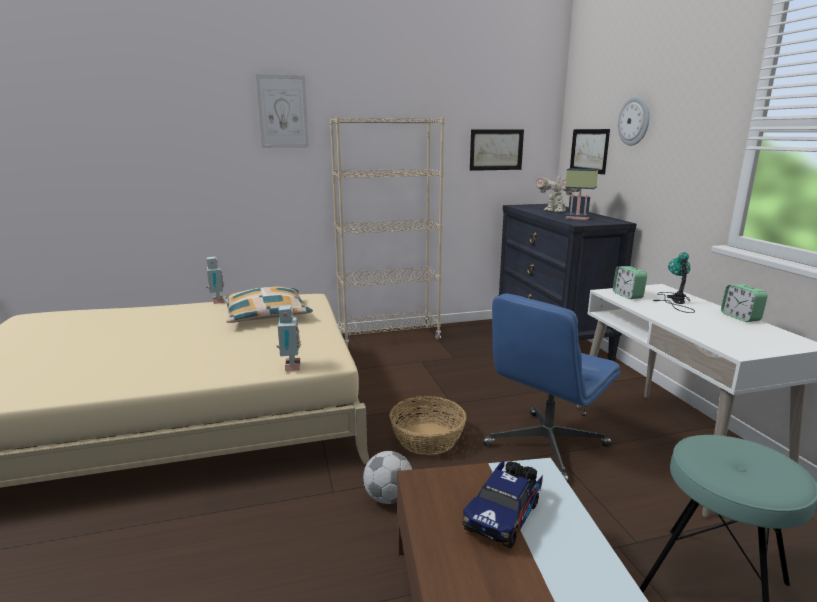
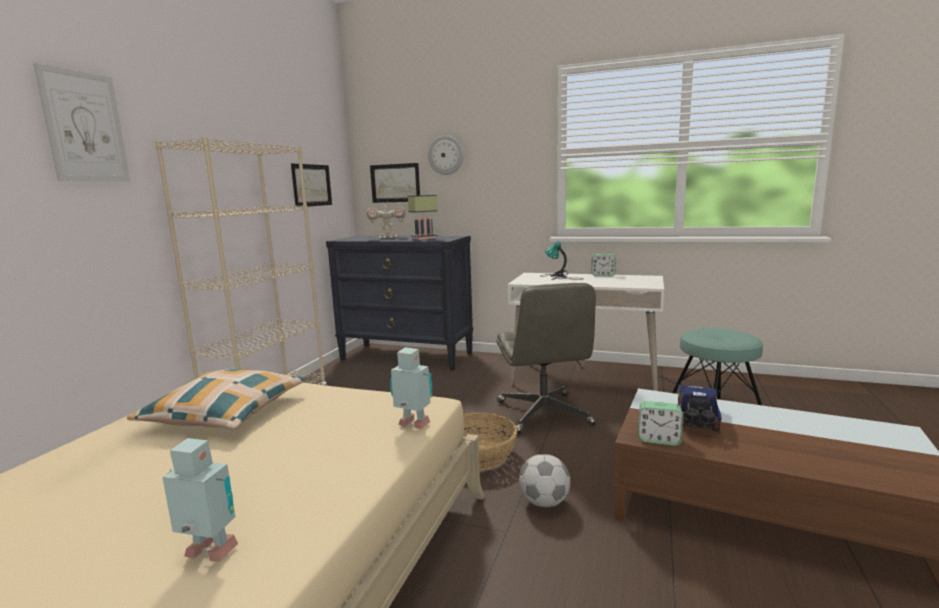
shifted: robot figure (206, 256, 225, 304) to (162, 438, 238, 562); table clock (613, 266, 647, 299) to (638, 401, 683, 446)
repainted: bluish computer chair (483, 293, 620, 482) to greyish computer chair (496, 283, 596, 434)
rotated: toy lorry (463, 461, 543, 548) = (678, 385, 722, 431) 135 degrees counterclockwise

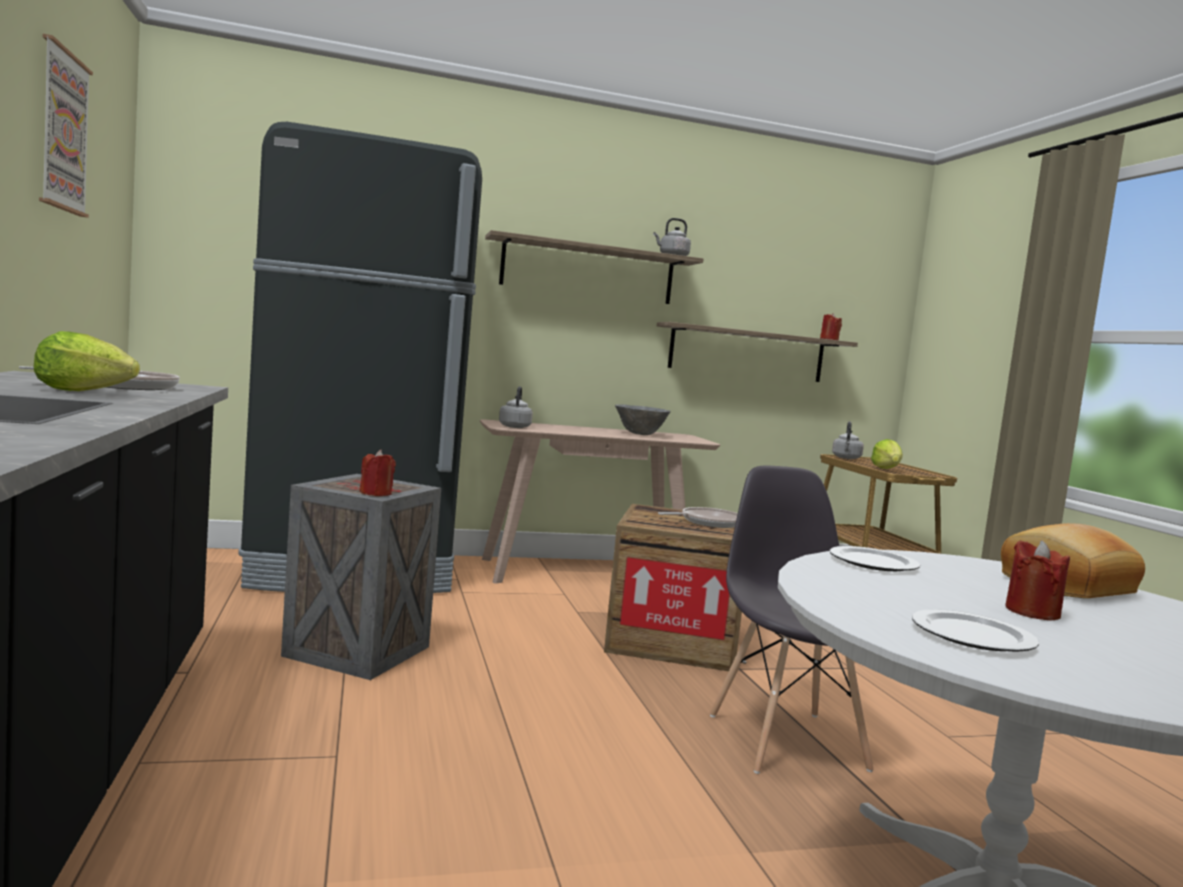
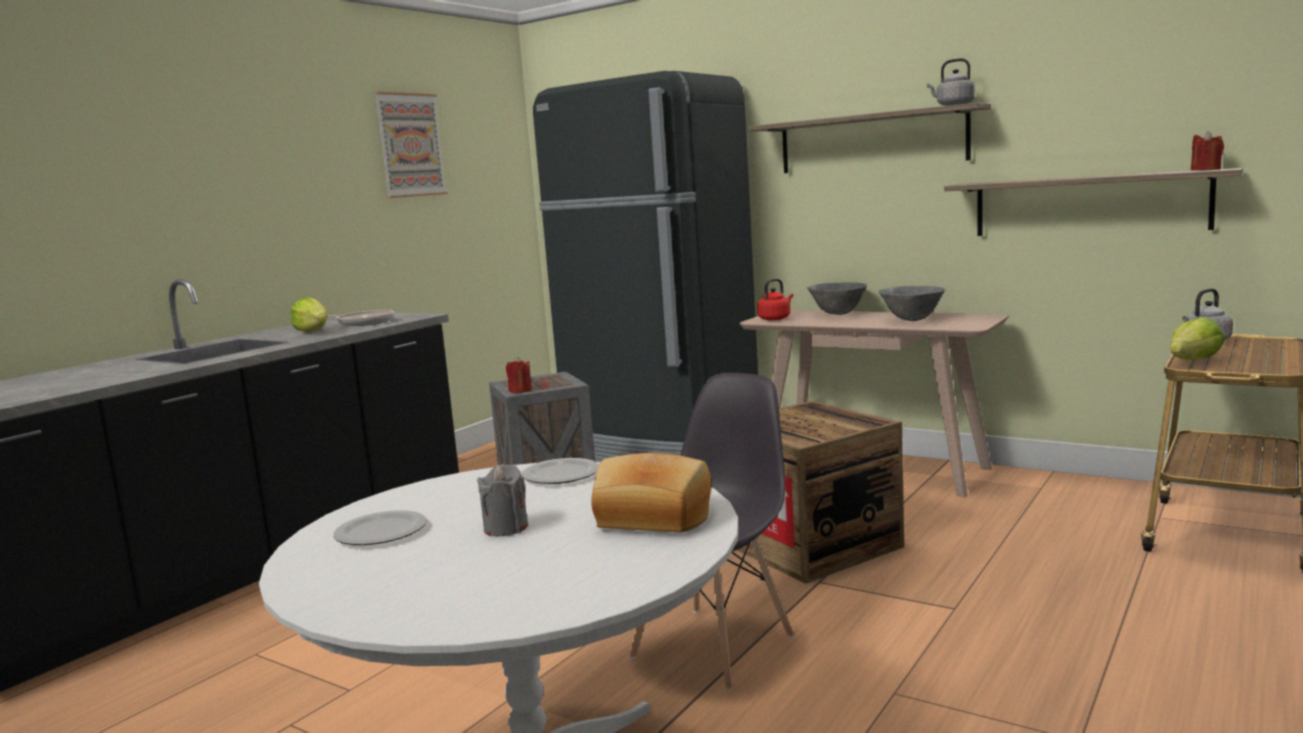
gone: skillet (658, 507, 738, 528)
new: greyish bowl (807, 282, 867, 315)
repainted: greyish kettle (499, 386, 533, 428) to red kettle (757, 279, 793, 321); red candle (1005, 540, 1070, 621) to greyish candle (477, 464, 528, 536)

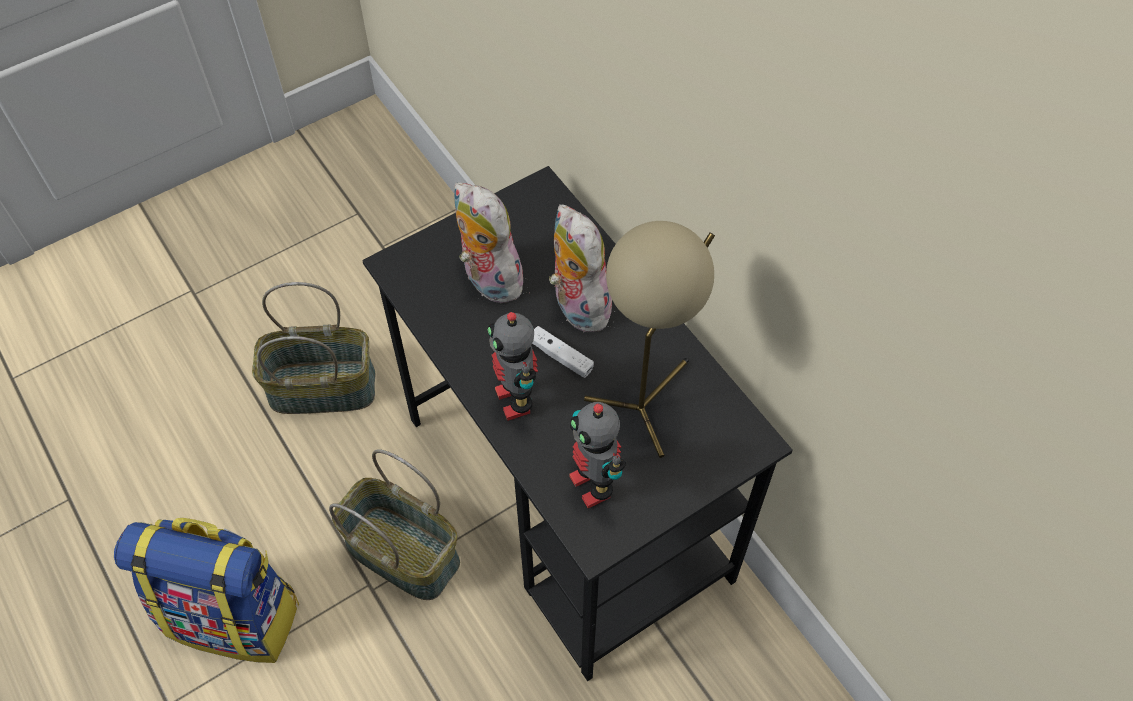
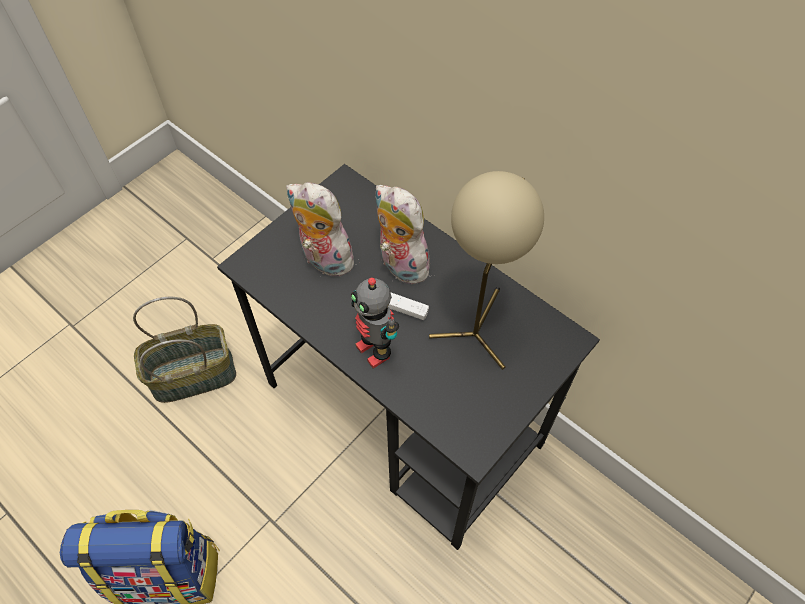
gone: robot figure (569, 402, 626, 508); basket (329, 449, 460, 600)

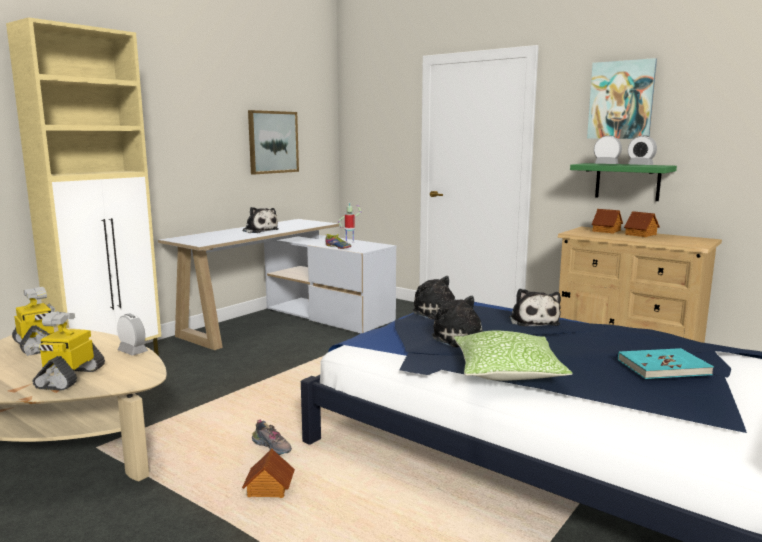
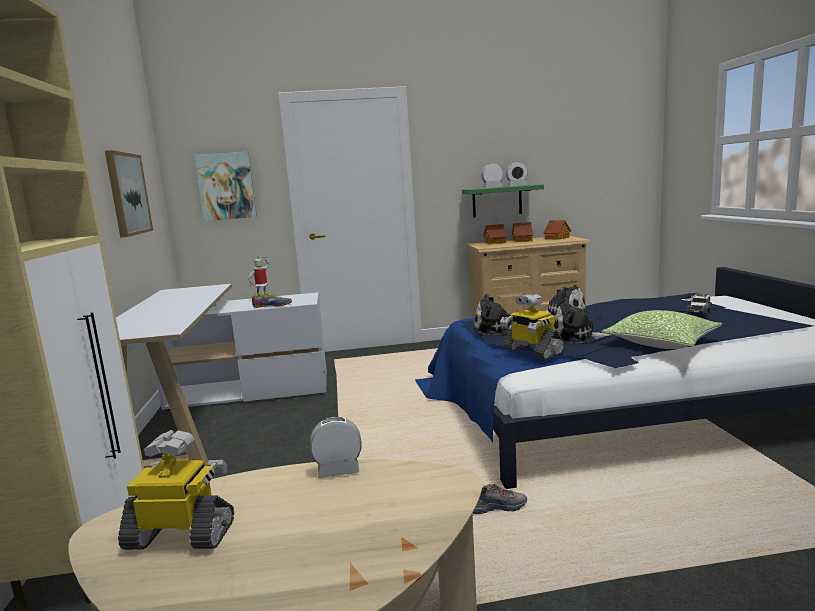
gone: soft toy (243, 207, 279, 233)
shifted: picture (587, 58, 657, 139) to (194, 152, 257, 221); robot figure (25, 312, 105, 391) to (500, 294, 565, 360); toy house (242, 449, 295, 498) to (543, 220, 571, 240)
swapped: turquoise book (618, 348, 714, 379) to miniature car (687, 293, 712, 316)

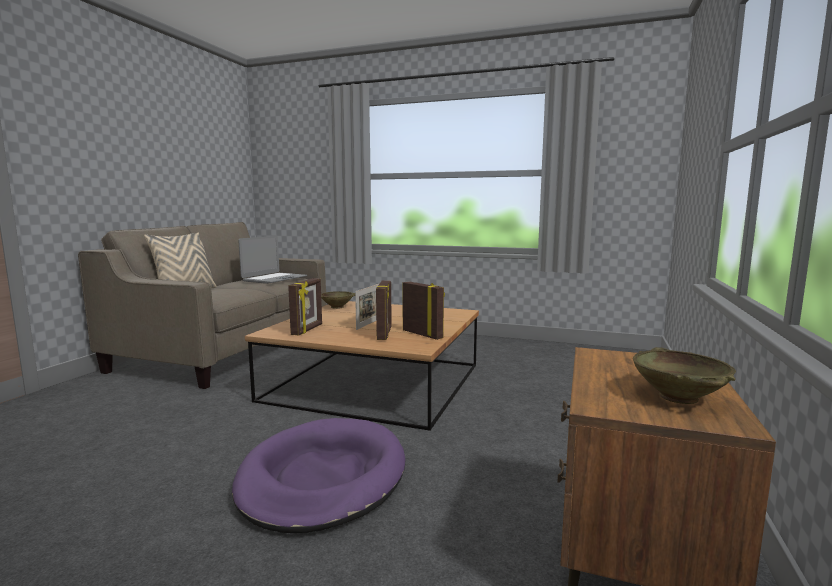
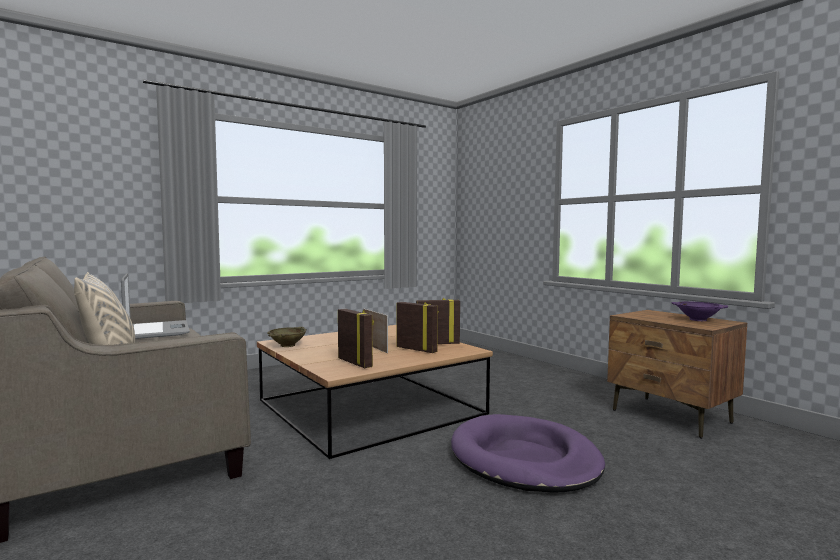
repainted: beige-coloured bowl (633, 347, 736, 404) to purplish bowl (672, 301, 728, 321)

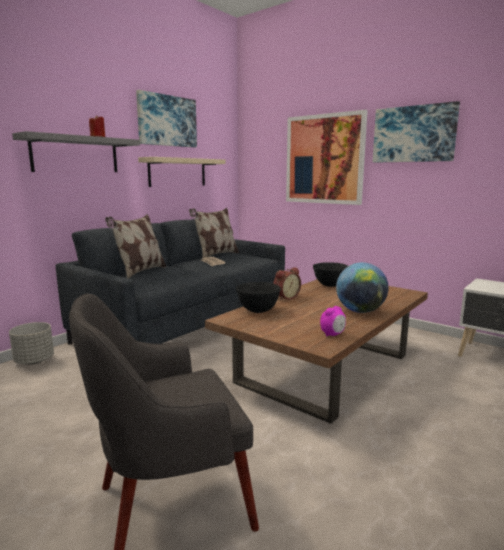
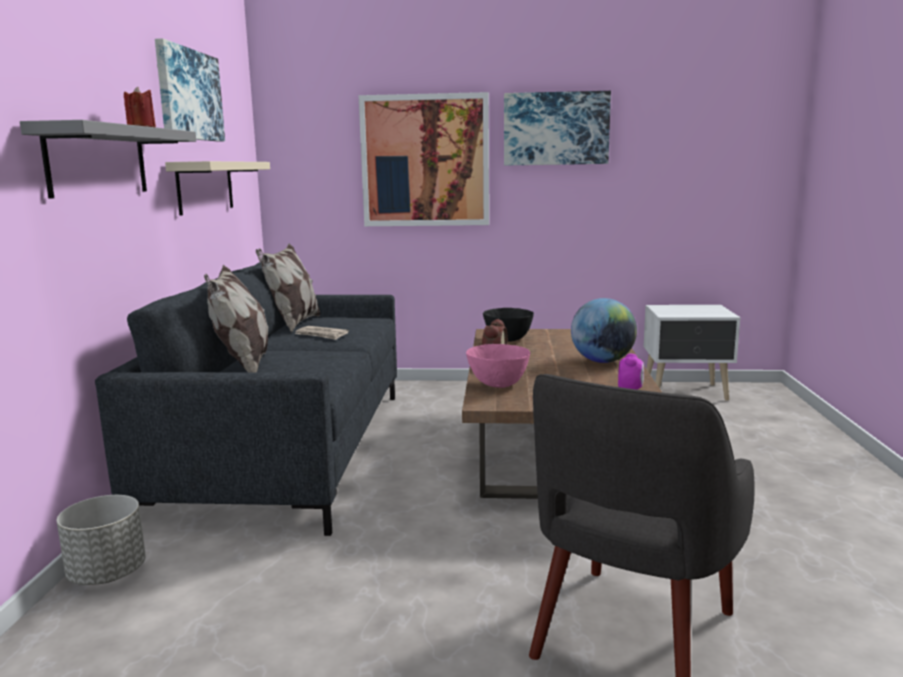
repainted: blackish bowl (236, 282, 281, 313) to pink-coloured bowl (466, 344, 530, 388)

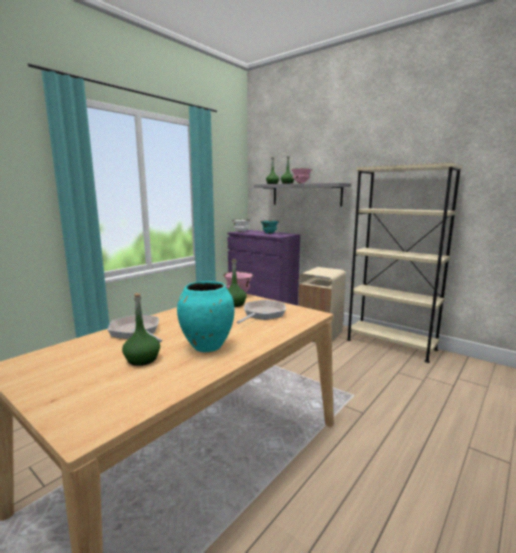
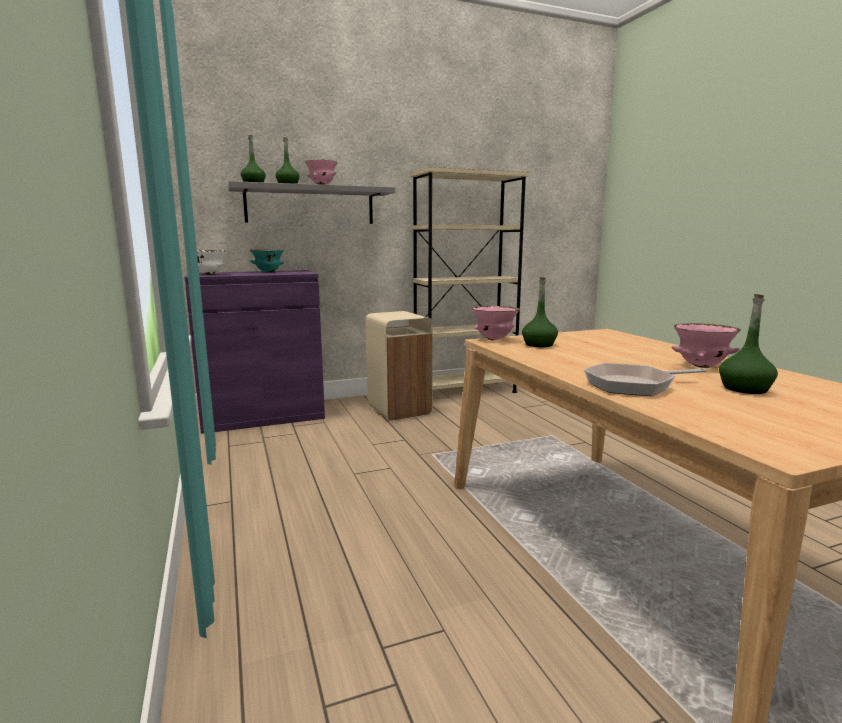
gone: skillet (237, 300, 286, 324)
swapped: turquoise decorative vase (177, 281, 234, 352) to pink-coloured bowl (672, 323, 741, 368)

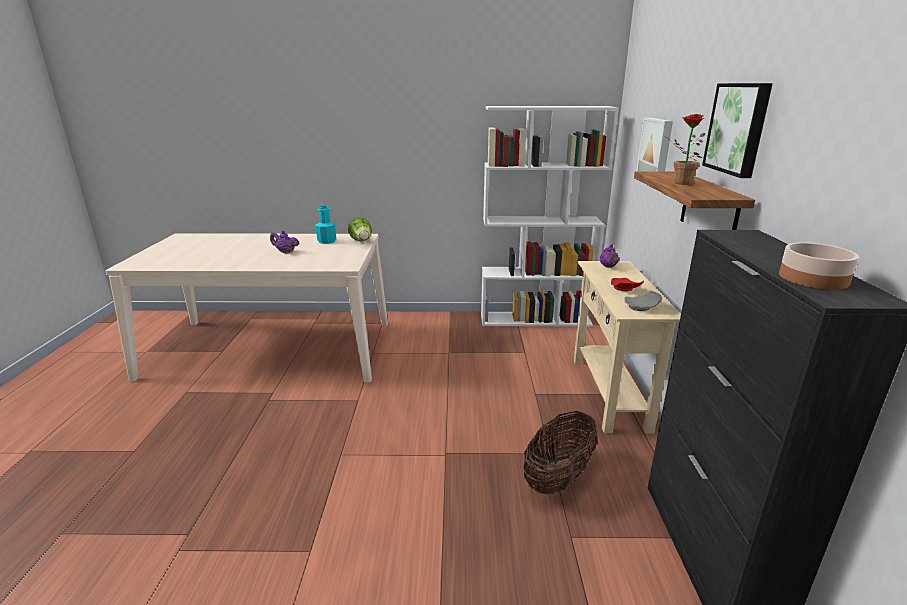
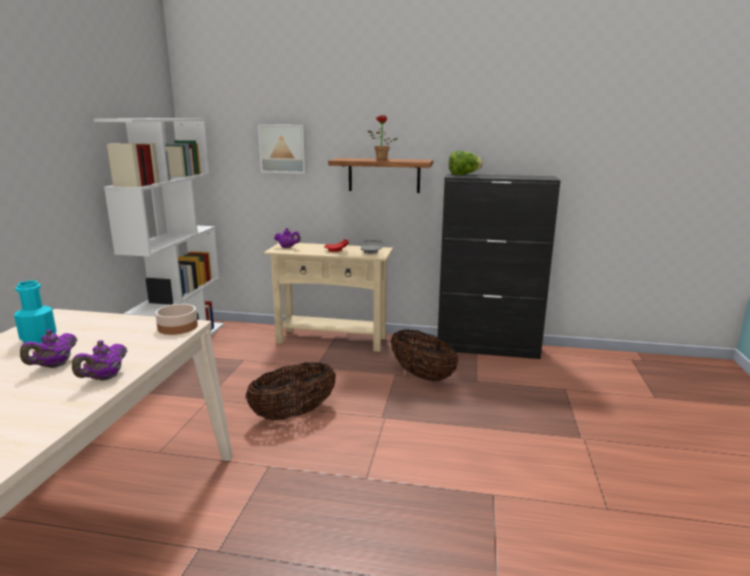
gone: picture (702, 83, 773, 178)
new: purplish tea pot (72, 340, 128, 381); basket (246, 362, 336, 420)
shifted: head of lettuce (348, 217, 372, 242) to (449, 151, 483, 175); bowl (779, 242, 859, 290) to (155, 304, 198, 335)

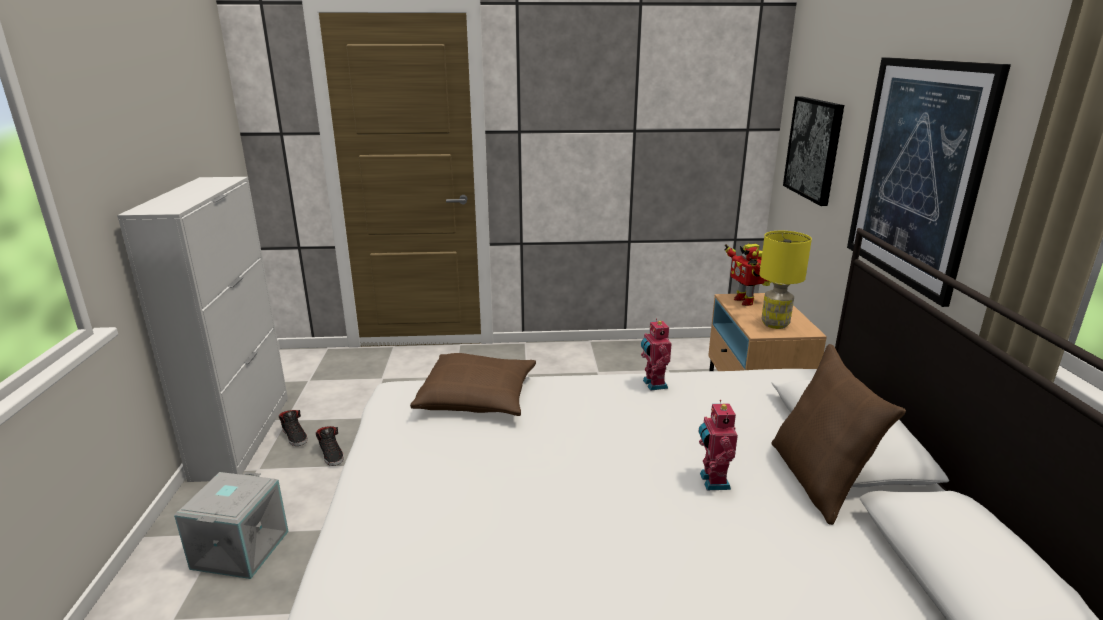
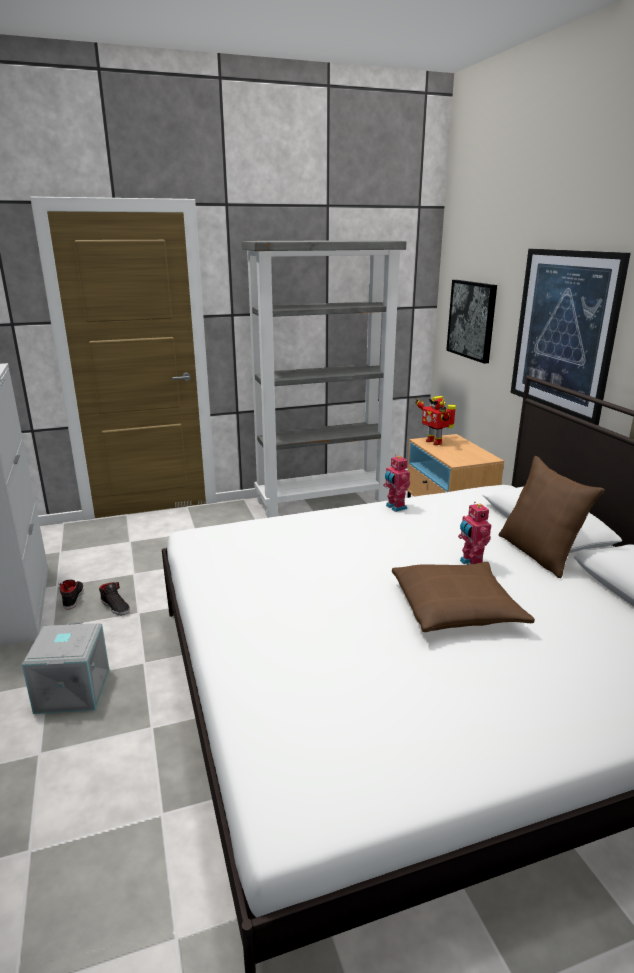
gone: yellow tabletop lamp (760, 231, 812, 329)
new: greyish shelving unit (242, 240, 406, 518)
shifted: brown-coloured pillow (410, 353, 536, 416) to (392, 562, 535, 632)
rotated: blackish item of footwear (279, 410, 307, 446) = (58, 579, 84, 610) 135 degrees counterclockwise

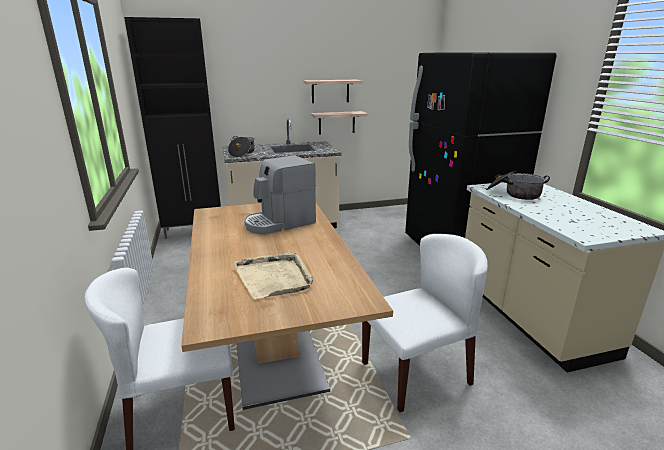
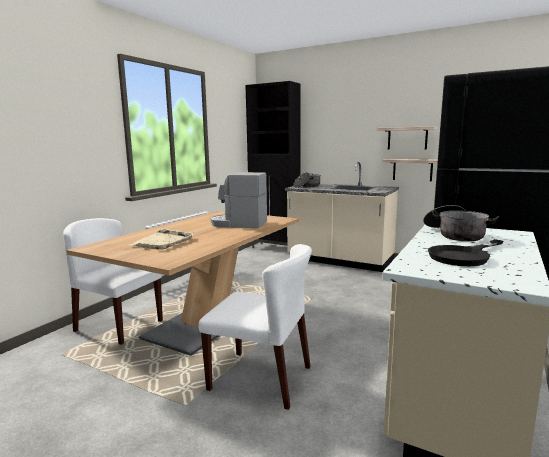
new: blackish skillet (428, 239, 503, 266)

